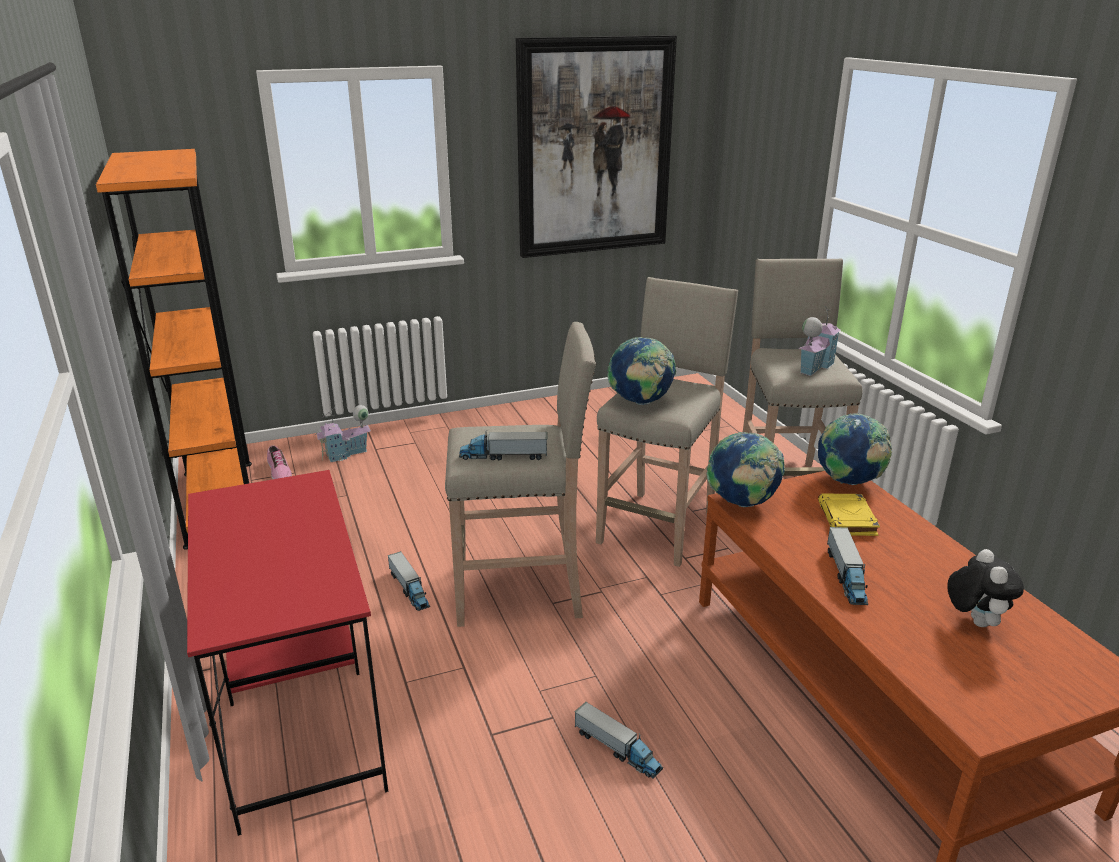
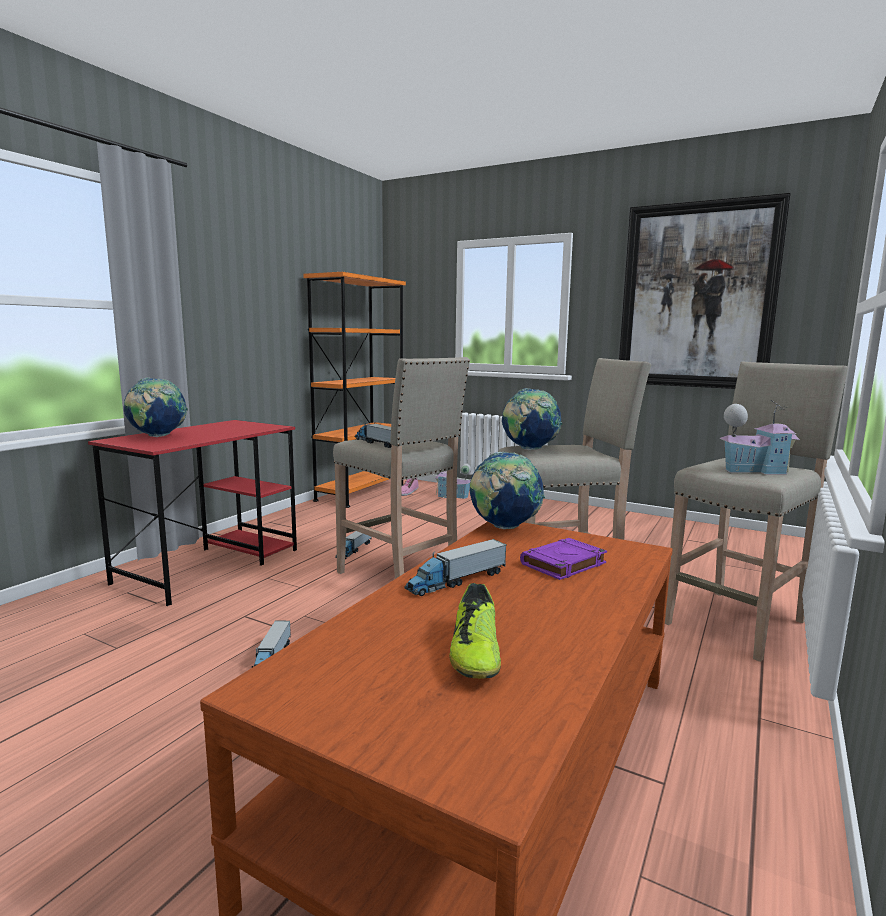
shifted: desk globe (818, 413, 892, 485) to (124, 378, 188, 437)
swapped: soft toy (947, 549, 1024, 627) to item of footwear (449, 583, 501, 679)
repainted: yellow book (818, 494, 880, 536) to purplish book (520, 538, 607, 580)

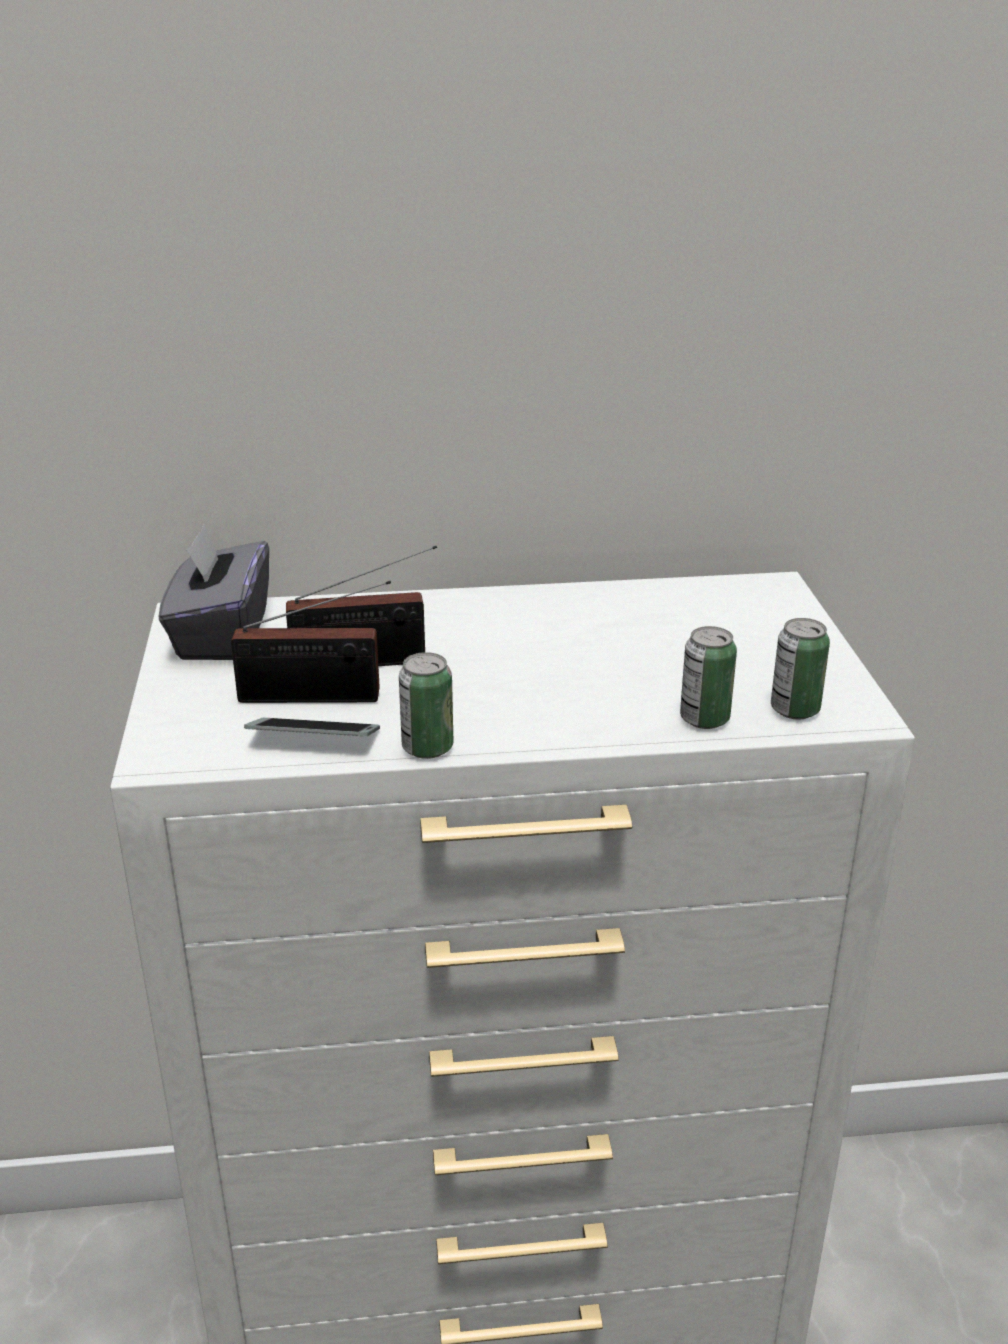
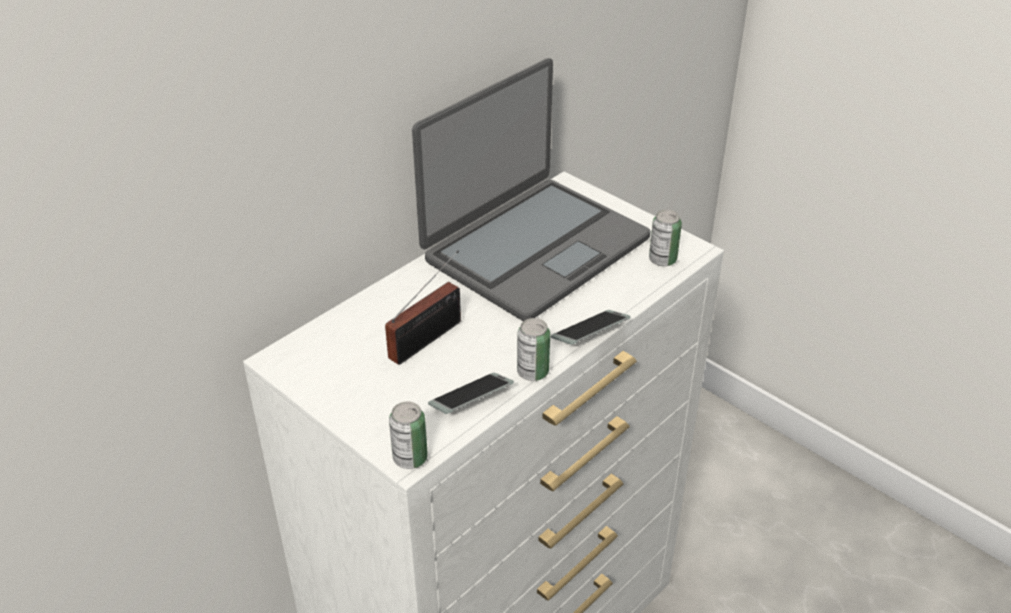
gone: greyish tissue holder (159, 525, 269, 660); radio set (231, 581, 391, 703)
new: portable computer (412, 58, 650, 321); telephone (551, 310, 631, 345)
shifted: sealed can (680, 626, 737, 729) to (389, 402, 428, 469)

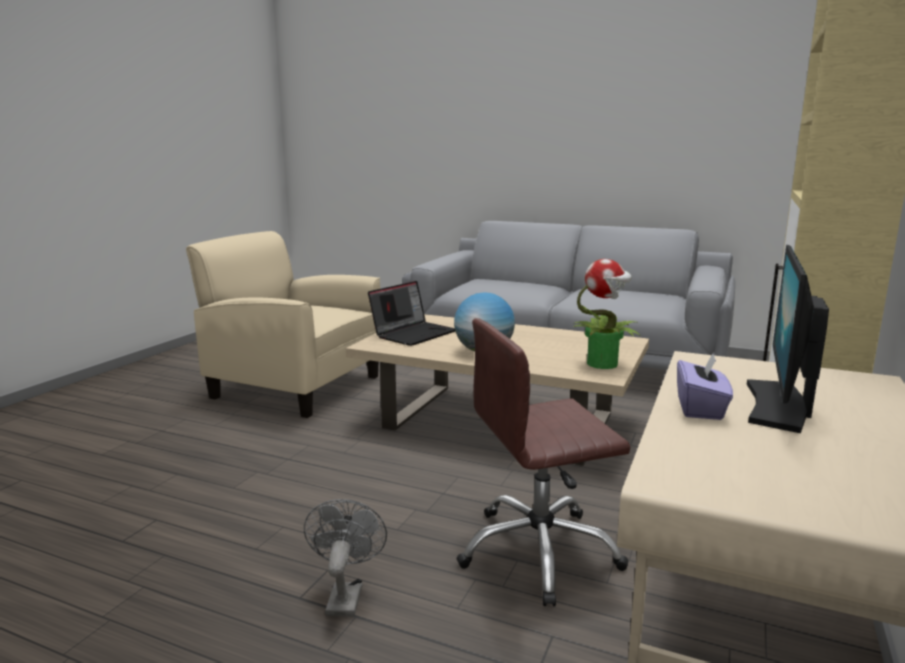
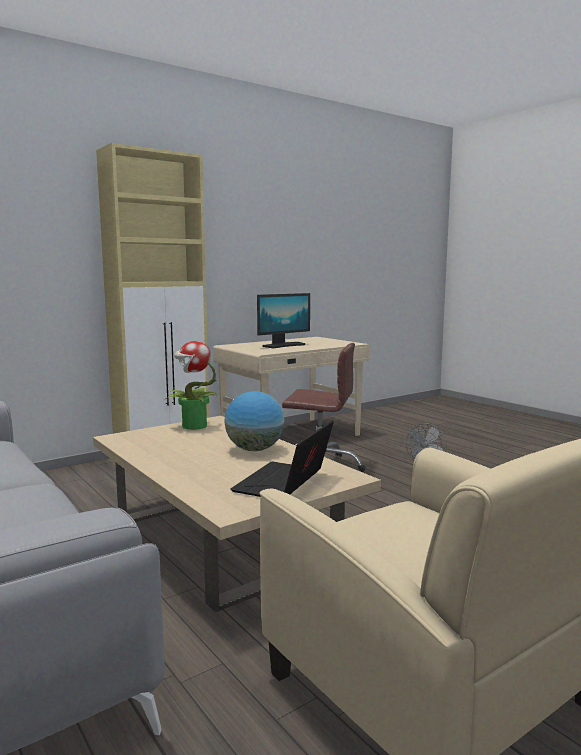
gone: purplish tissue holder (677, 353, 733, 420)
rotated: portable computer (368, 281, 455, 346) = (230, 420, 334, 497) 45 degrees counterclockwise

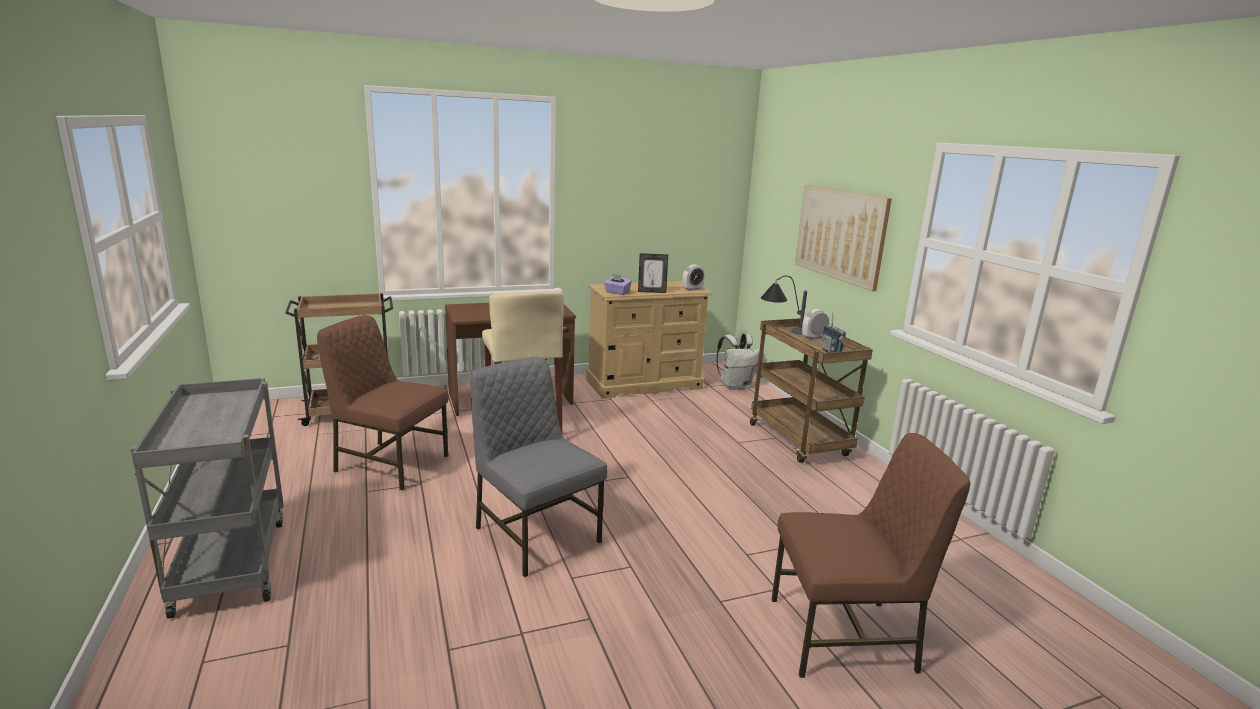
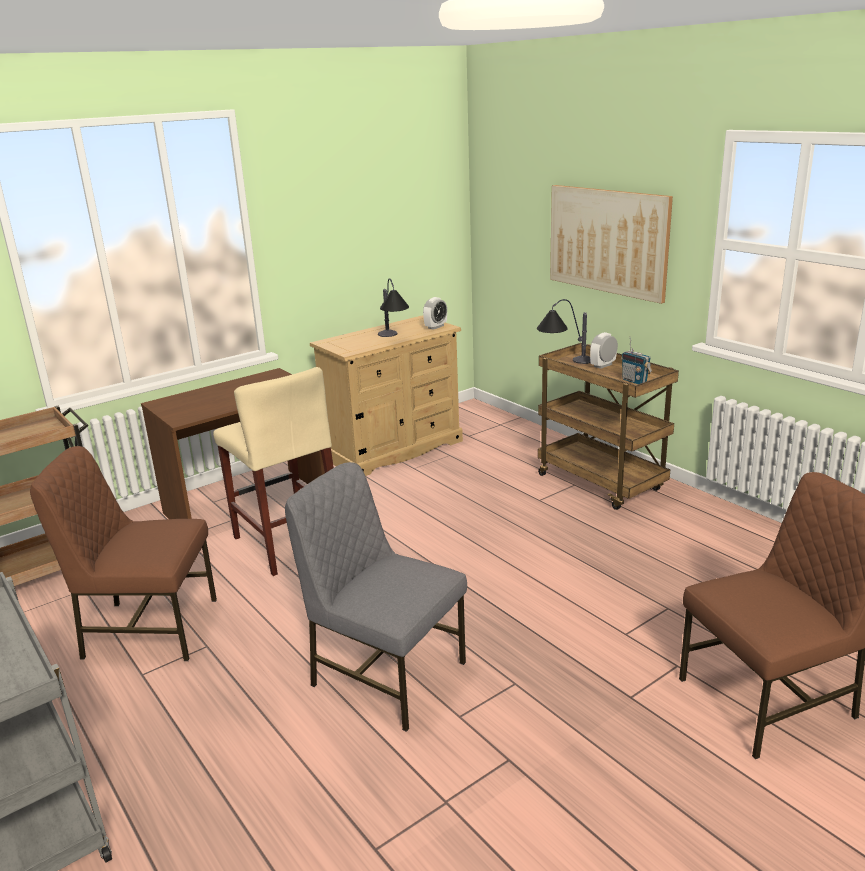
gone: purplish tissue holder (604, 274, 632, 295); whitish backpack (716, 334, 760, 390)
swapped: picture frame (638, 253, 668, 293) to tabletop lamp (378, 278, 409, 337)

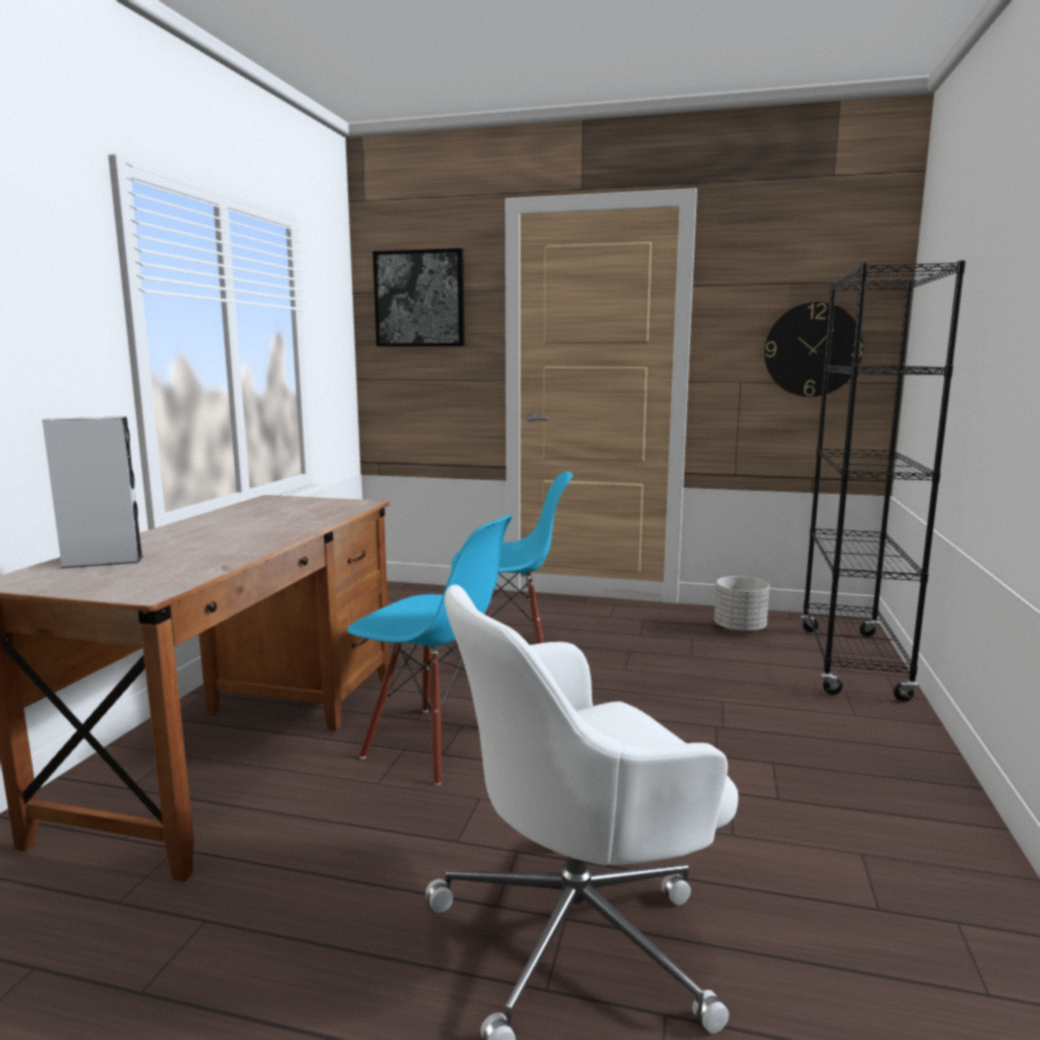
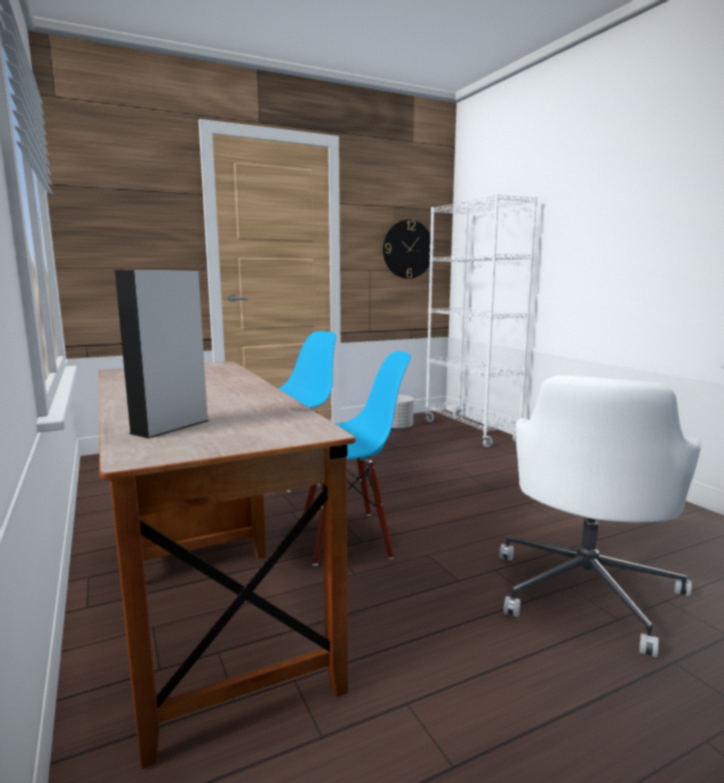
gone: picture (373, 248, 465, 347)
repainted: blackish shelving unit (801, 260, 966, 702) to whitish shelving unit (425, 193, 538, 447)

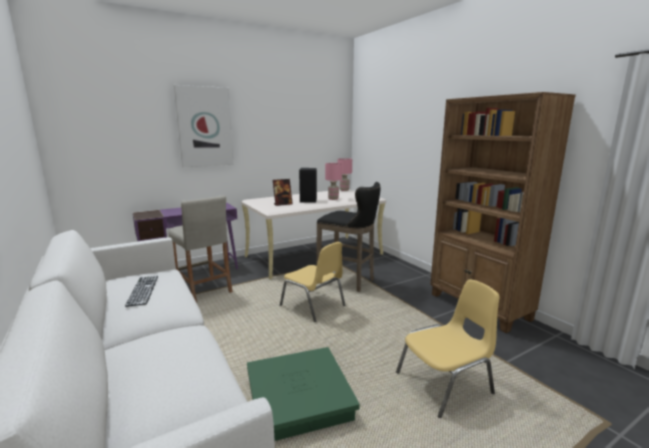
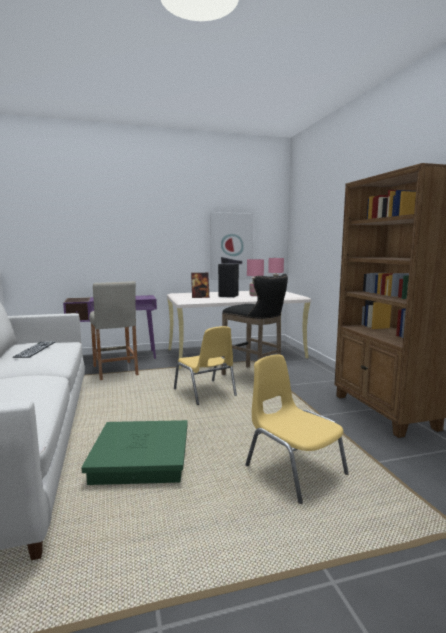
shifted: picture (174, 85, 234, 167) to (210, 212, 253, 280)
rotated: yellow plain chair (396, 279, 500, 418) = (245, 354, 349, 504) 120 degrees counterclockwise

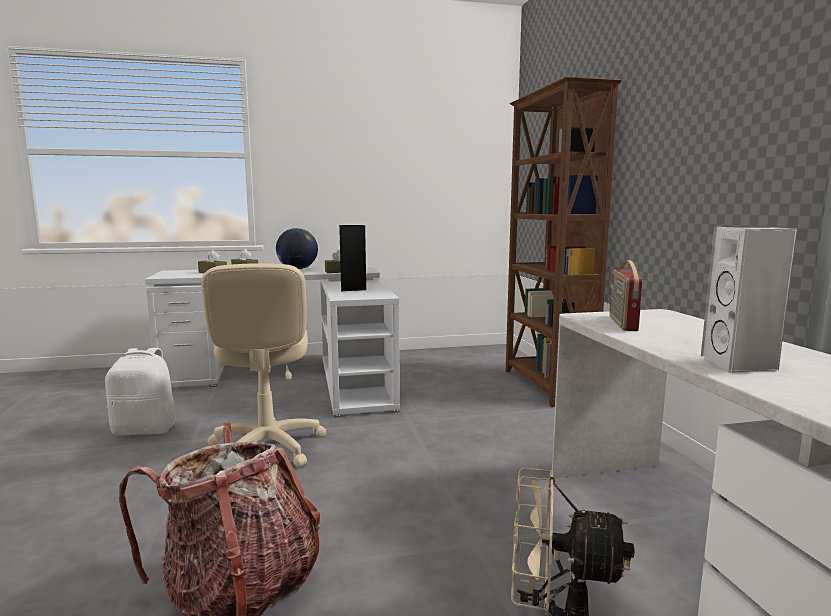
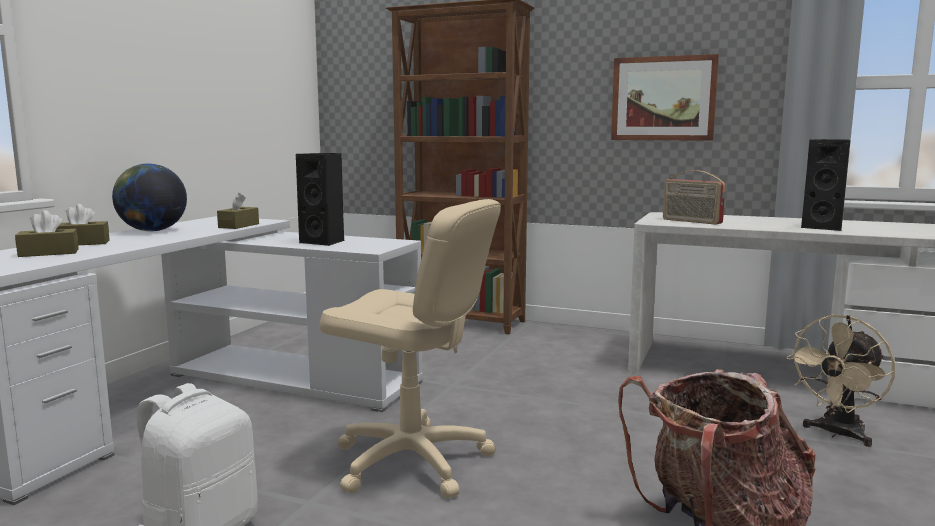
new: picture (611, 54, 719, 141)
repainted: whitish loudspeaker (701, 227, 797, 373) to blackish loudspeaker (801, 139, 850, 231)

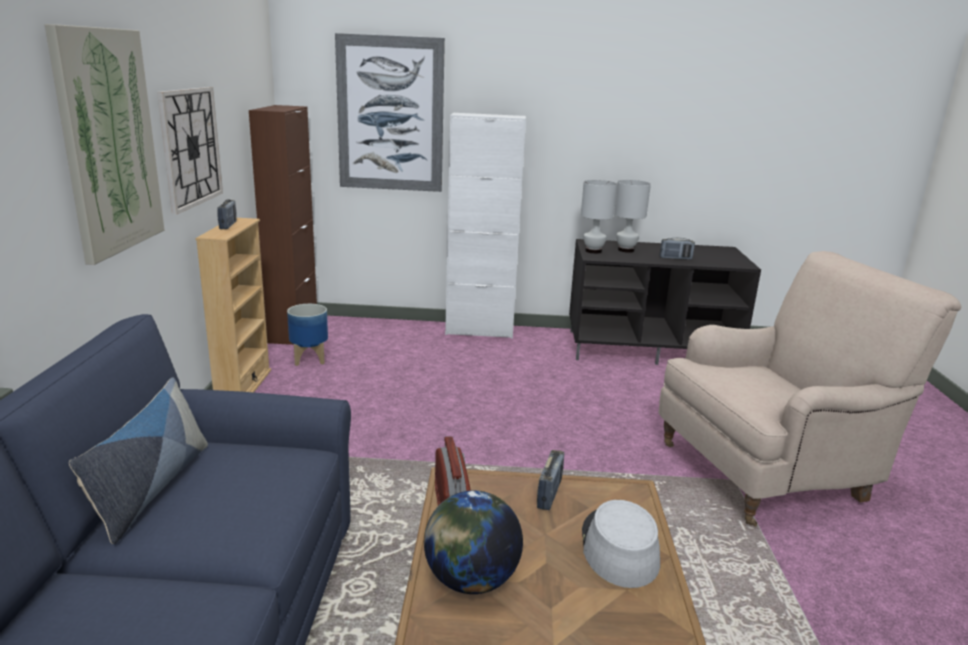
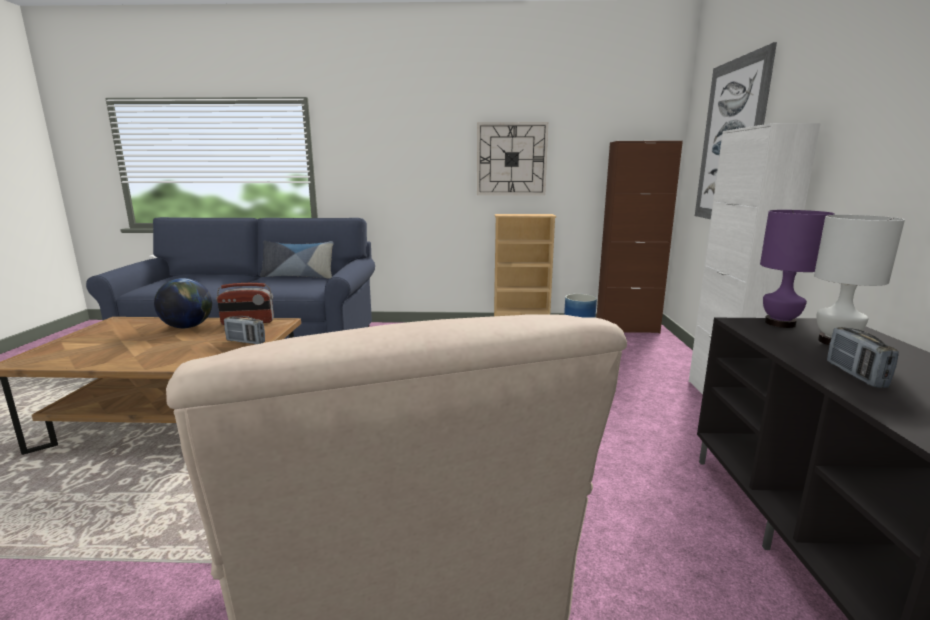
gone: picture (45, 24, 165, 265); radio set (217, 199, 237, 229); greyish wearable hat (582, 500, 660, 588)
repainted: whitish tabletop lamp (581, 180, 617, 254) to purplish tabletop lamp (760, 210, 835, 328)

